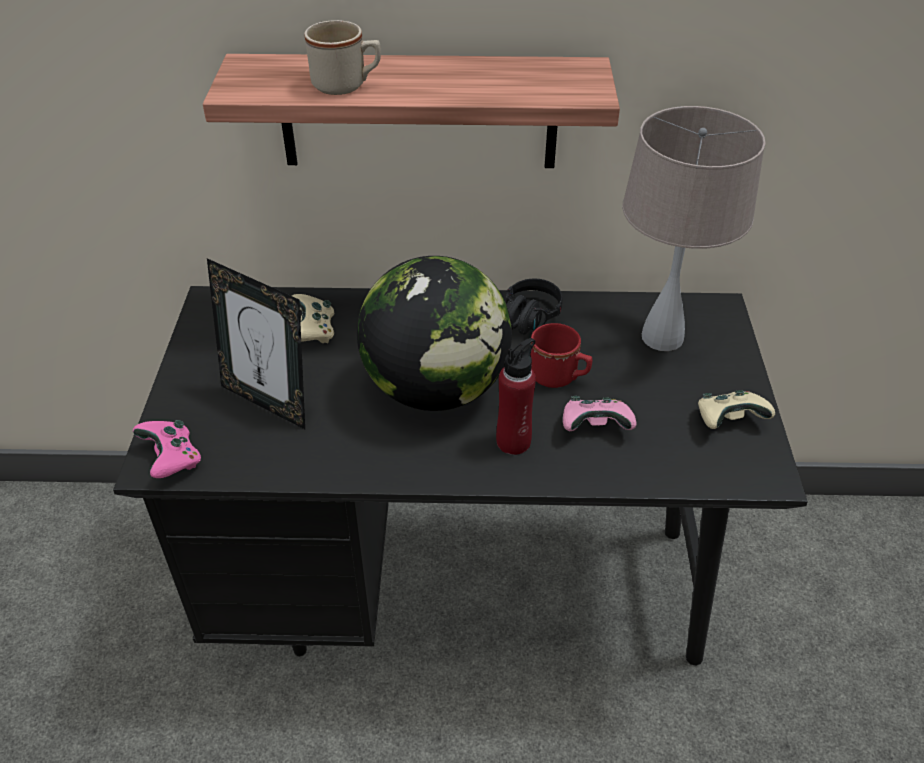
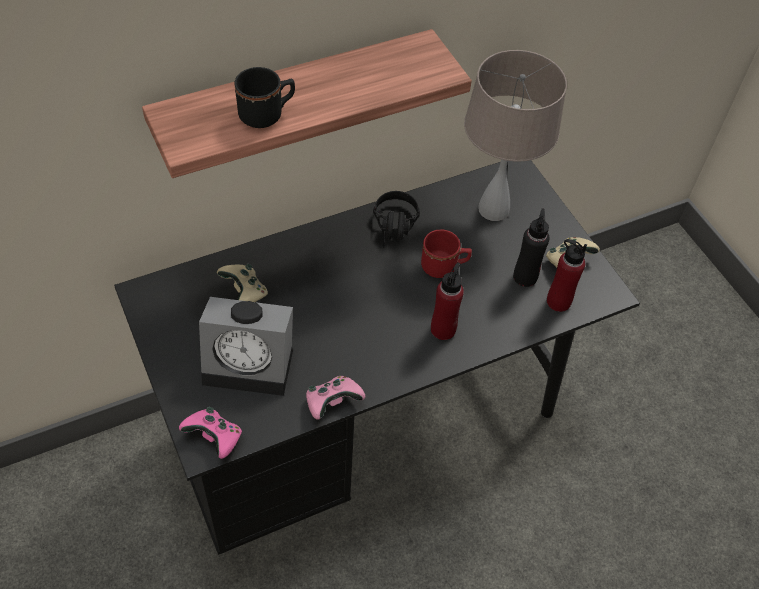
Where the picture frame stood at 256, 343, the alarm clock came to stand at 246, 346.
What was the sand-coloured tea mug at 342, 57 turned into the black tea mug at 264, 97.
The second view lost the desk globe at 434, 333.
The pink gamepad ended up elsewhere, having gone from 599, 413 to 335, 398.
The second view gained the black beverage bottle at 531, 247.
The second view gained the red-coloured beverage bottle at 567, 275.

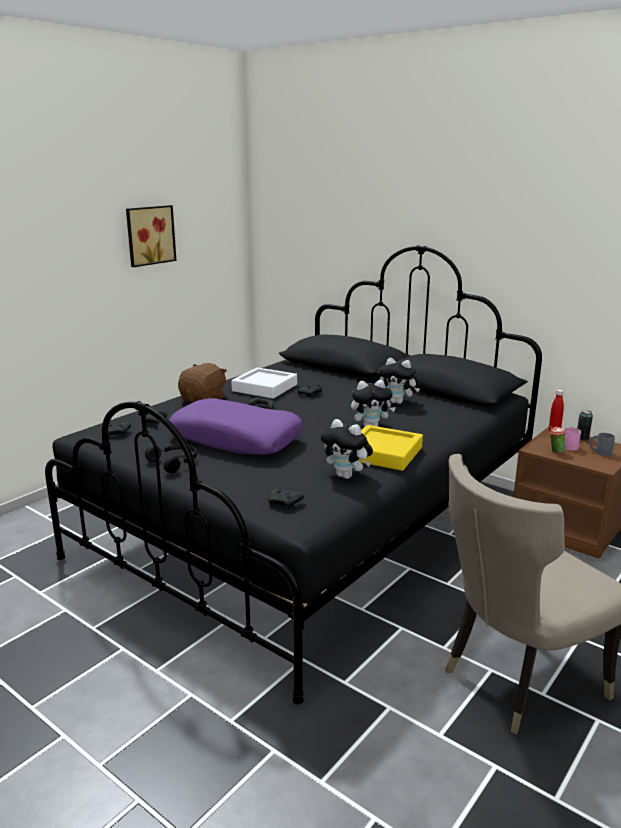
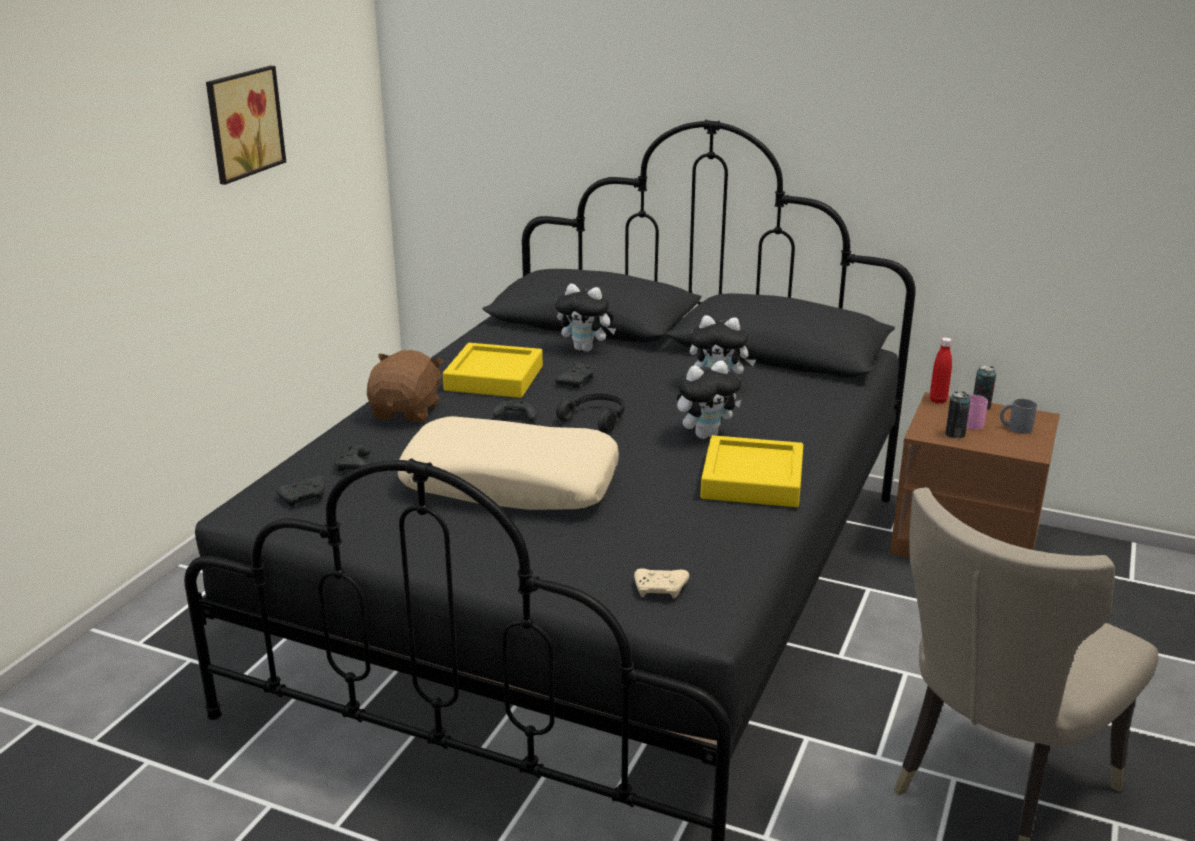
The black headphones ended up elsewhere, having gone from 171, 459 to 590, 413.
What was the purple throw pillow at 236, 426 turned into the sand-coloured throw pillow at 508, 463.
What was the white serving tray at 264, 383 turned into the yellow-coloured serving tray at 493, 370.
What was the black gamepad at 286, 498 turned into the sand-coloured gamepad at 661, 583.
The plush toy ended up elsewhere, having gone from 346, 449 to 585, 318.
Where the drinking cup stood at 557, 439, the can came to stand at 958, 414.

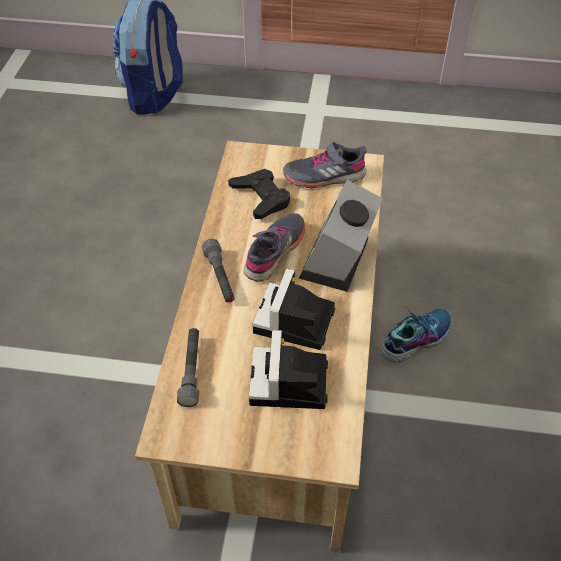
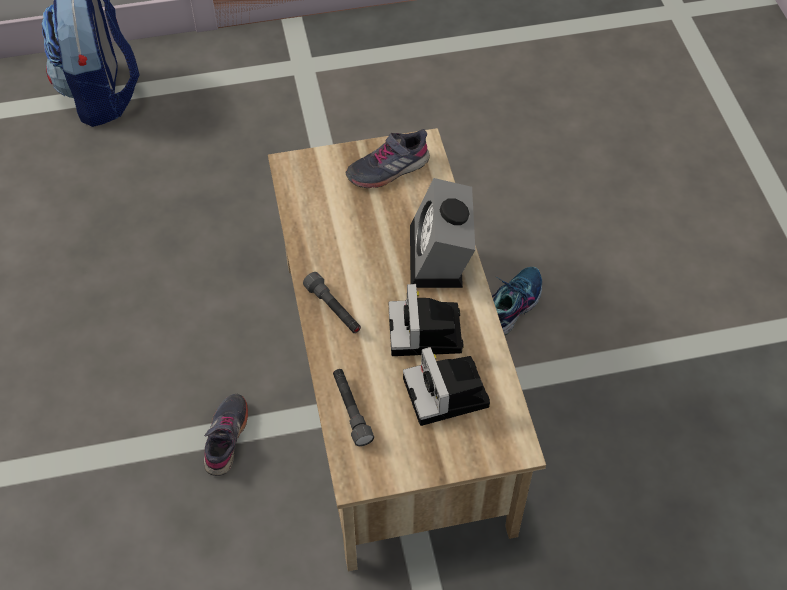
The second view lost the black gamepad at 259, 194.
The greyish low shoe ended up elsewhere, having gone from 274, 247 to 226, 435.

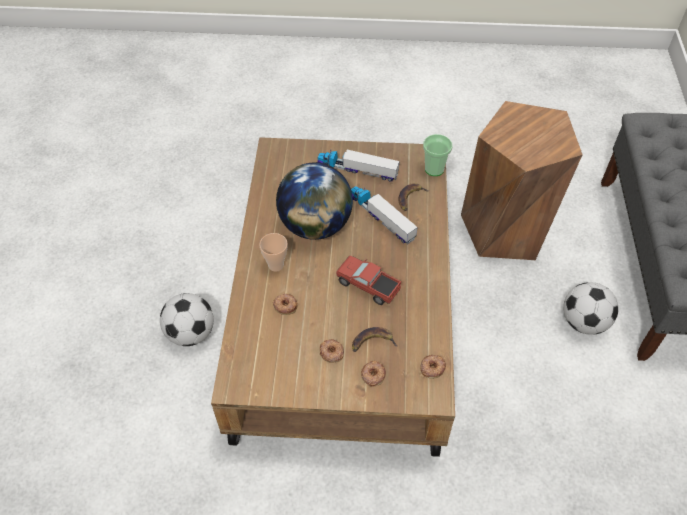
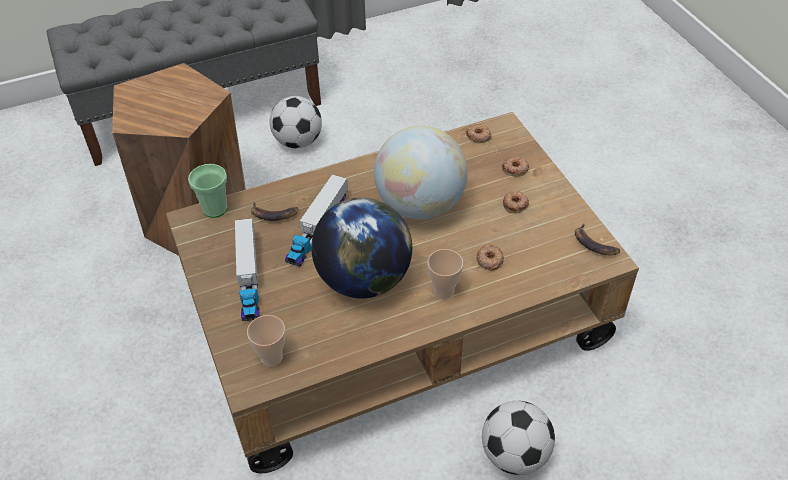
Where the toy lorry stood at 368, 280, the desk globe came to stand at 421, 173.
The banana fruit ended up elsewhere, having gone from 375, 339 to 597, 240.
The second view gained the drinking cup at 266, 341.

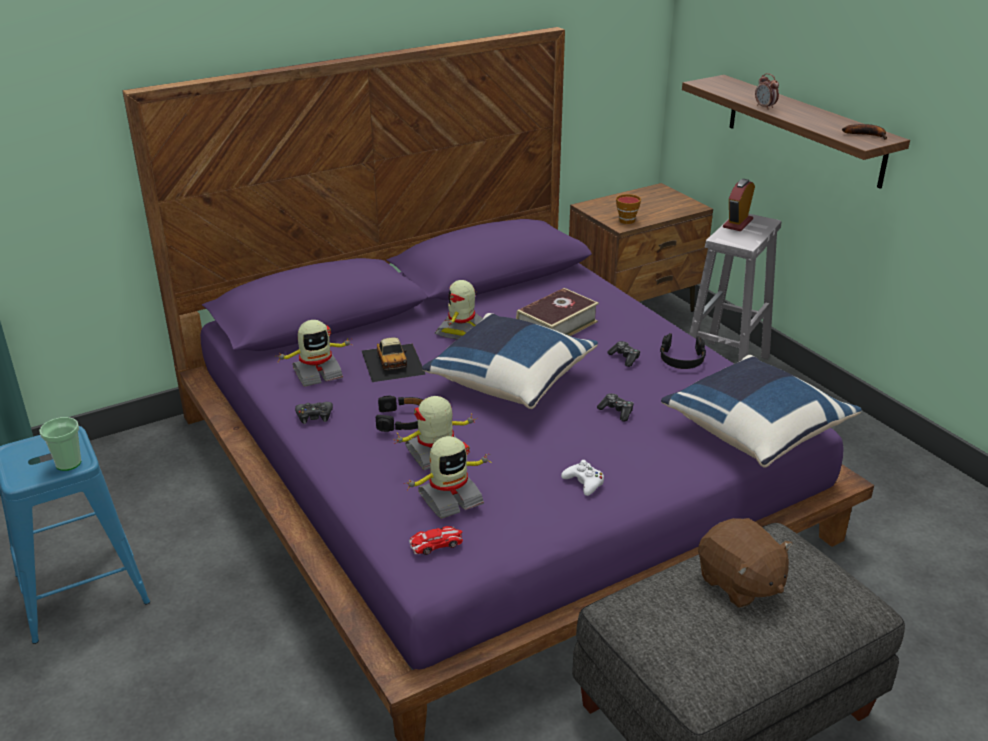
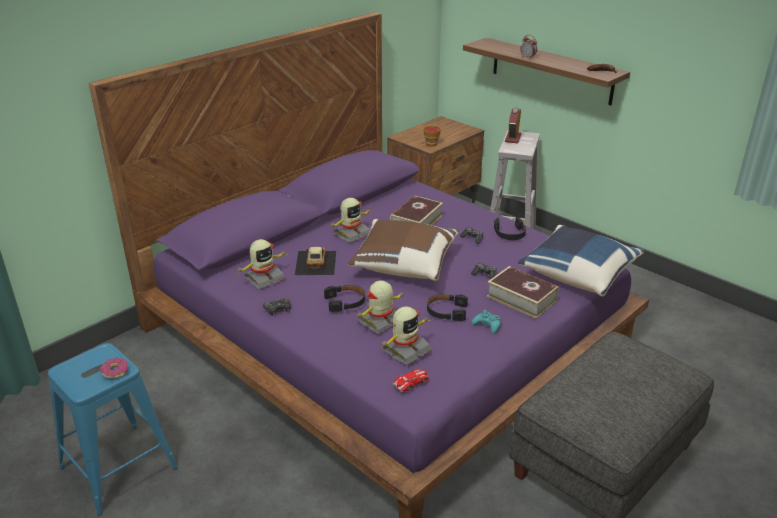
Where the drinking cup stood at 60, 444, the doughnut came to stand at 114, 368.
The miniature car at 394, 359 ended up facing another way, 150 degrees counterclockwise from before.
What was the bluish throw pillow at 510, 361 turned into the brown-coloured throw pillow at 403, 250.
The robot figure at 459, 309 ended up facing another way, 135 degrees counterclockwise from before.
What was the white gamepad at 582, 478 turned into the turquoise-coloured gamepad at 486, 322.
The second view lost the brown-coloured plush toy at 745, 563.
The second view gained the black headphones at 447, 307.
The second view gained the book at 523, 292.

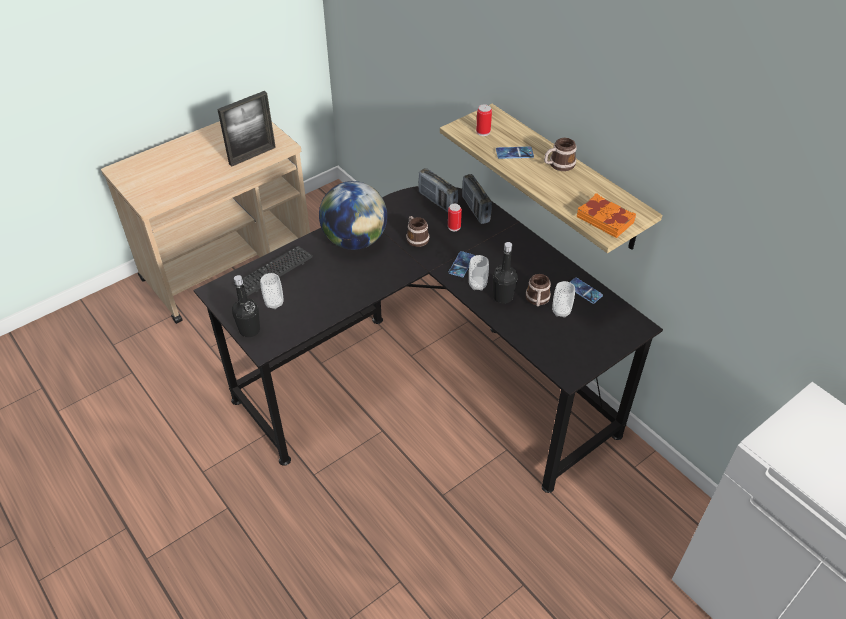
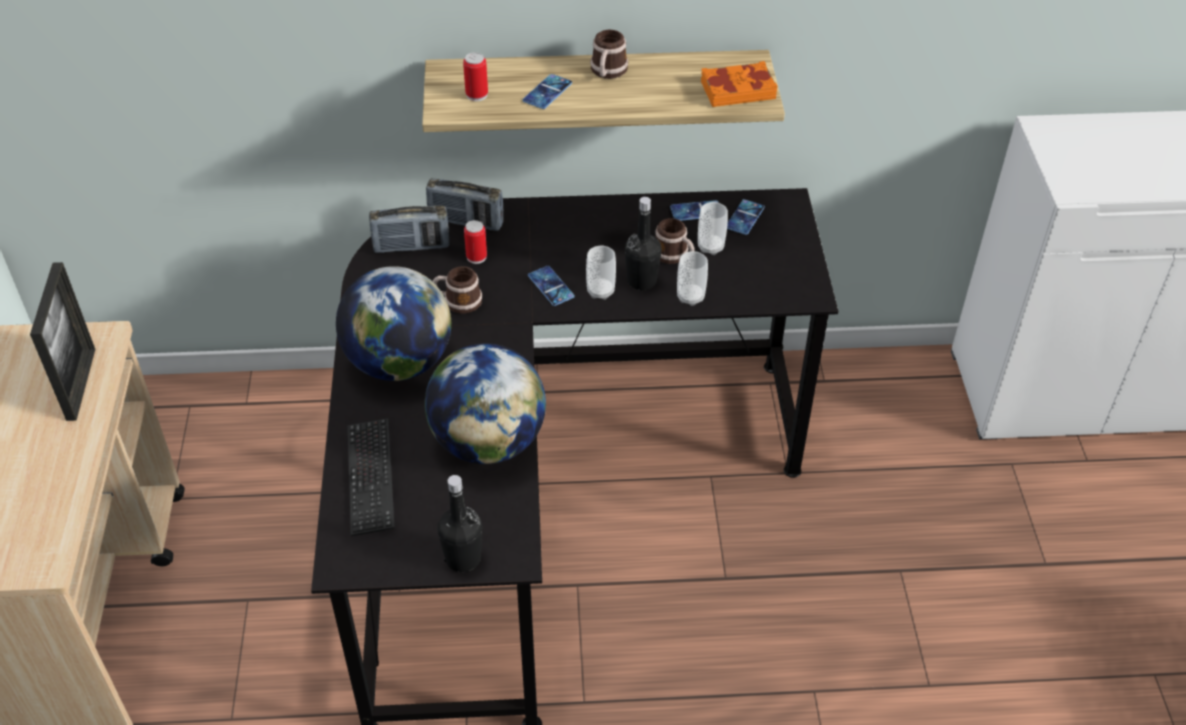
The drinking cup ended up elsewhere, having gone from 271, 291 to 692, 278.
The second view gained the desk globe at 485, 403.
The second view gained the phone at 746, 217.

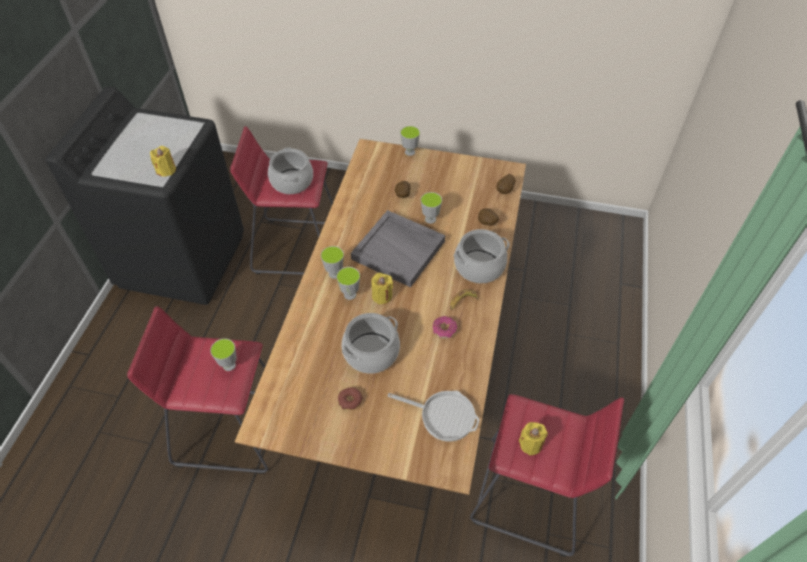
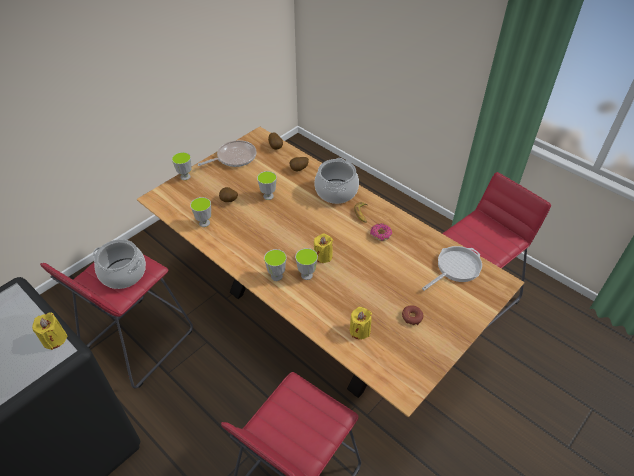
The drinking cup ended up elsewhere, having gone from 223, 355 to 200, 212.
The second view lost the cooking pot at 371, 343.
The second view lost the greyish serving tray at 398, 248.
The yellow-coloured wax light ended up elsewhere, having gone from 533, 439 to 361, 323.
The second view gained the frying pan at 227, 153.

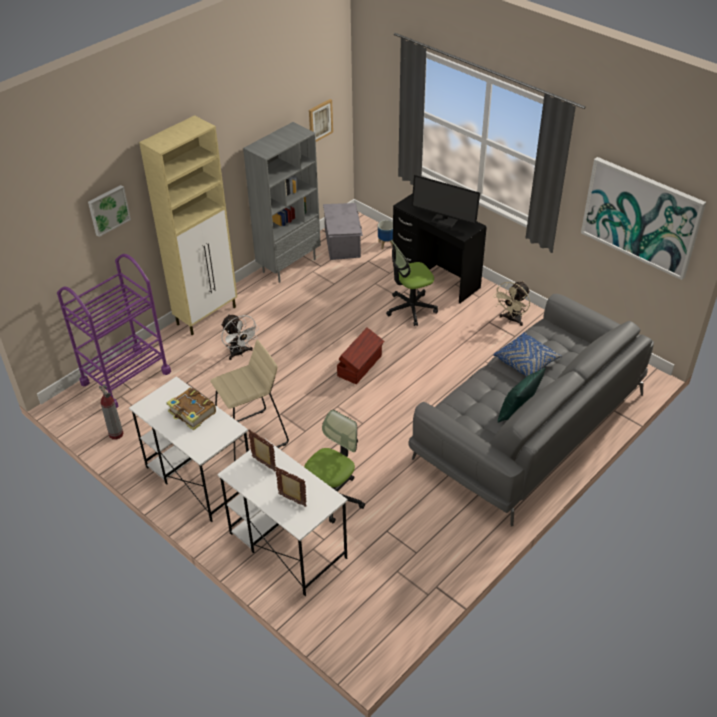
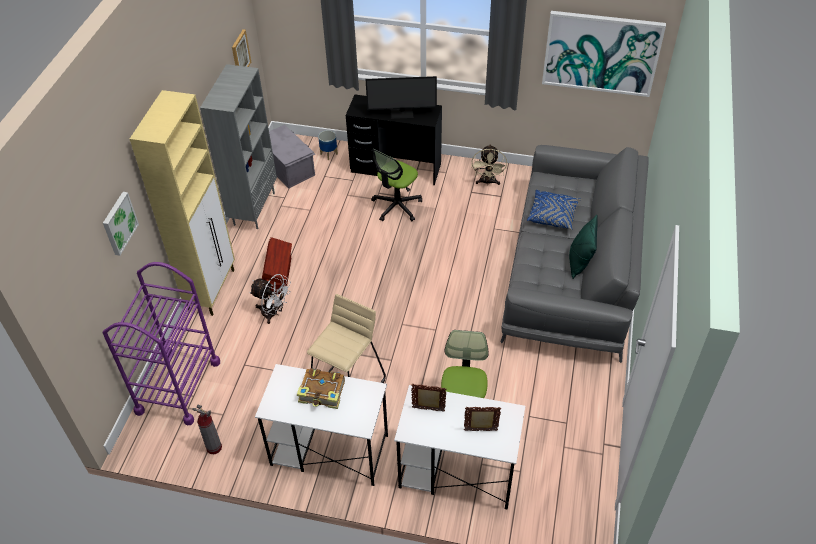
The brown-coloured storage box ended up elsewhere, having gone from 360, 356 to 277, 265.

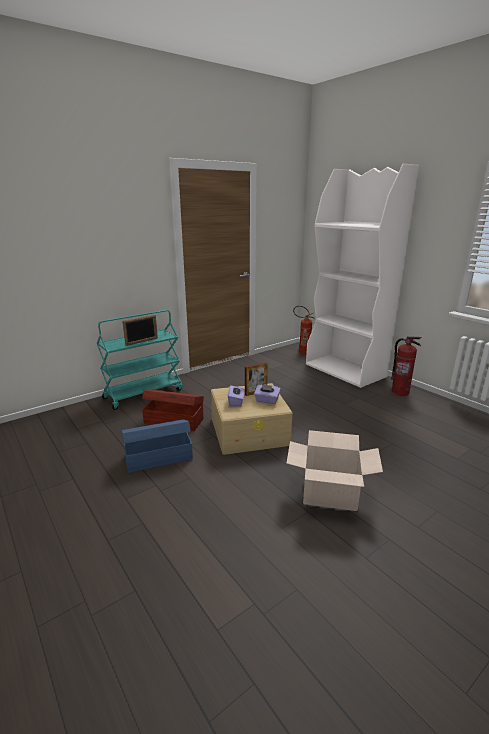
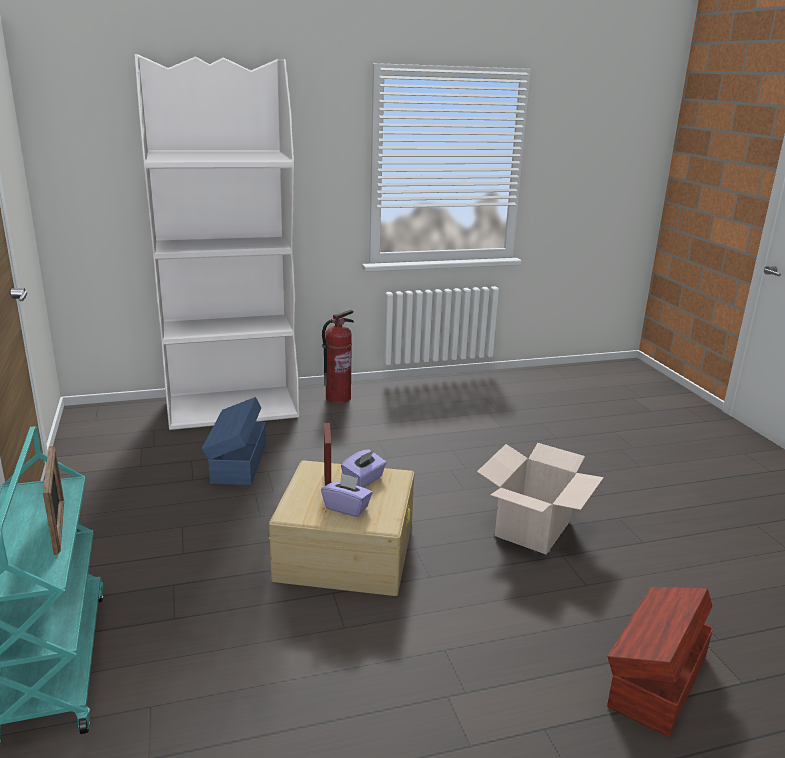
The bluish storage box ended up elsewhere, having gone from 157, 446 to 234, 441.
The brown-coloured storage box ended up elsewhere, having gone from 173, 410 to 660, 662.
The second view lost the fire extinguisher at 304, 330.

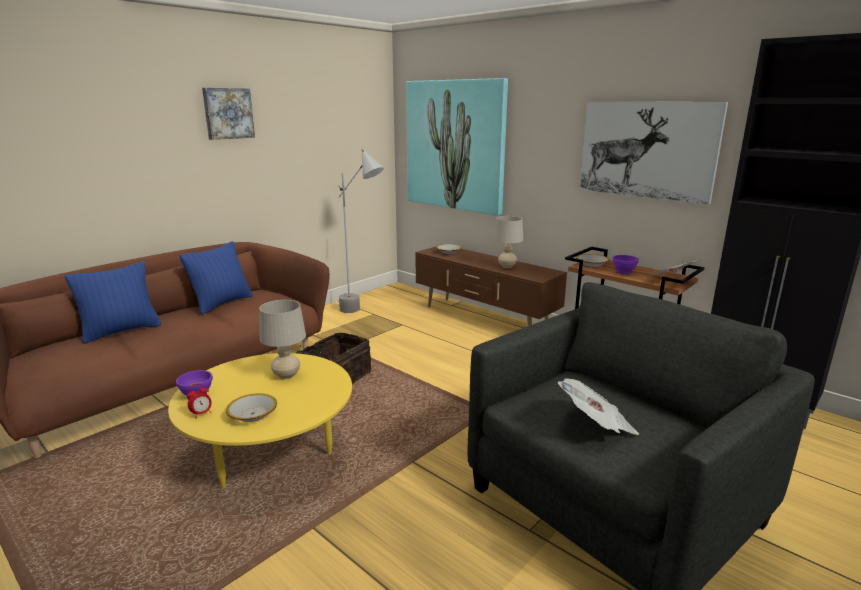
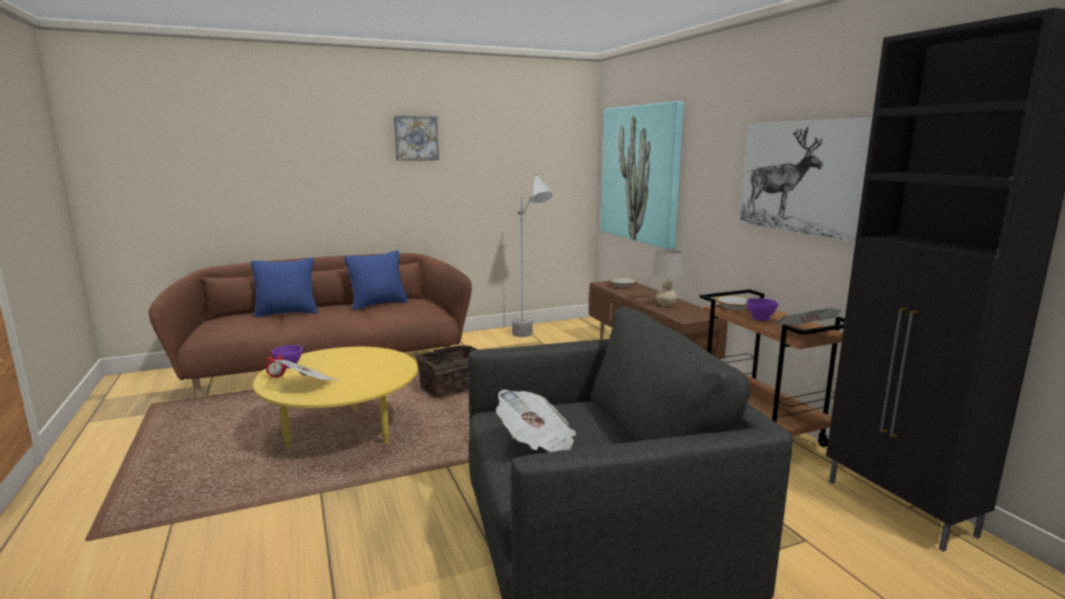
Where the bowl stood at 251, 407, the newspaper came to stand at 307, 370.
The second view lost the sand-coloured tabletop lamp at 282, 339.

